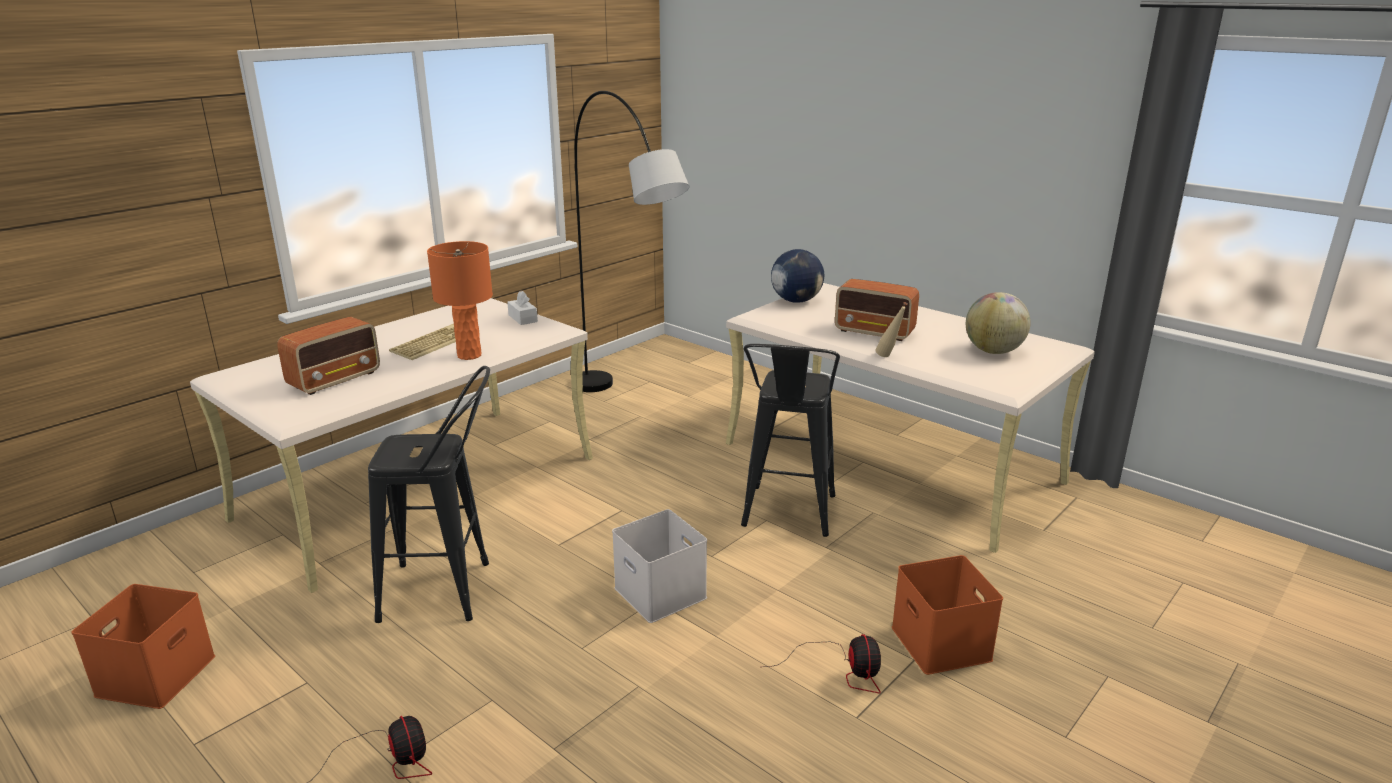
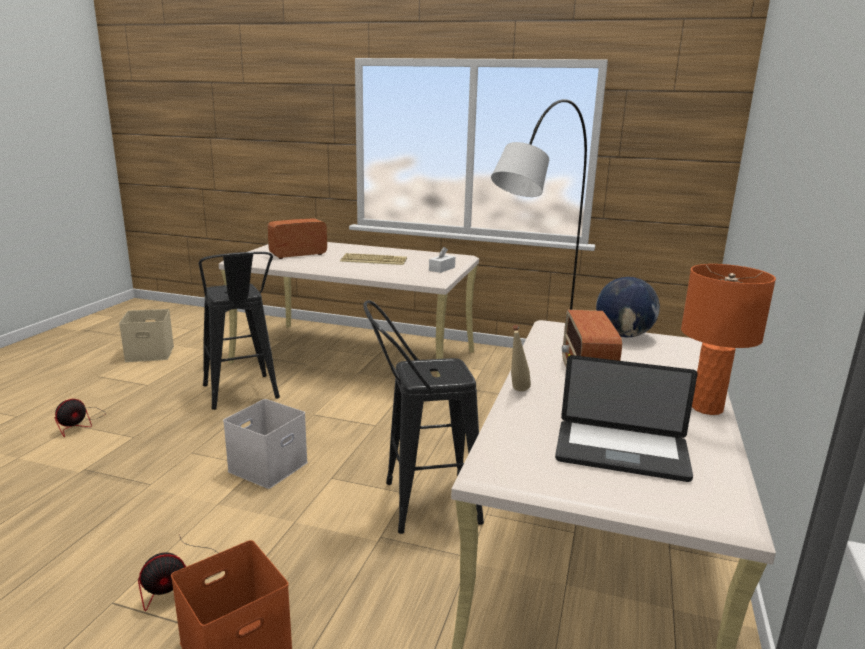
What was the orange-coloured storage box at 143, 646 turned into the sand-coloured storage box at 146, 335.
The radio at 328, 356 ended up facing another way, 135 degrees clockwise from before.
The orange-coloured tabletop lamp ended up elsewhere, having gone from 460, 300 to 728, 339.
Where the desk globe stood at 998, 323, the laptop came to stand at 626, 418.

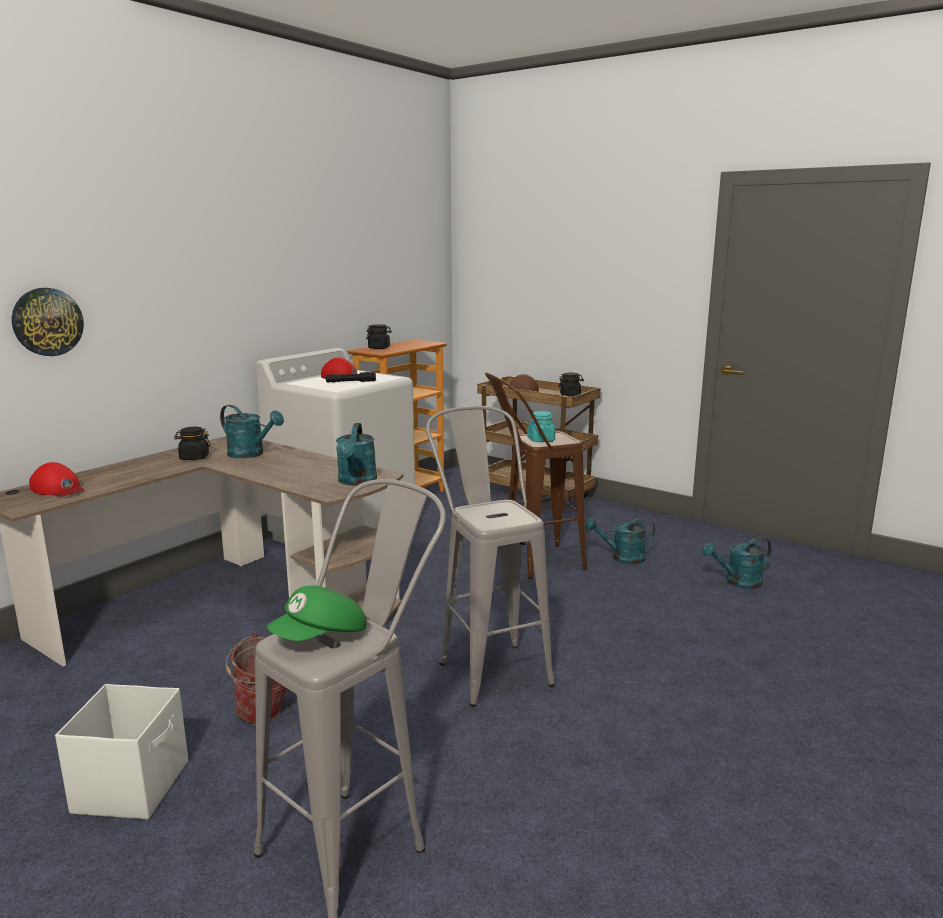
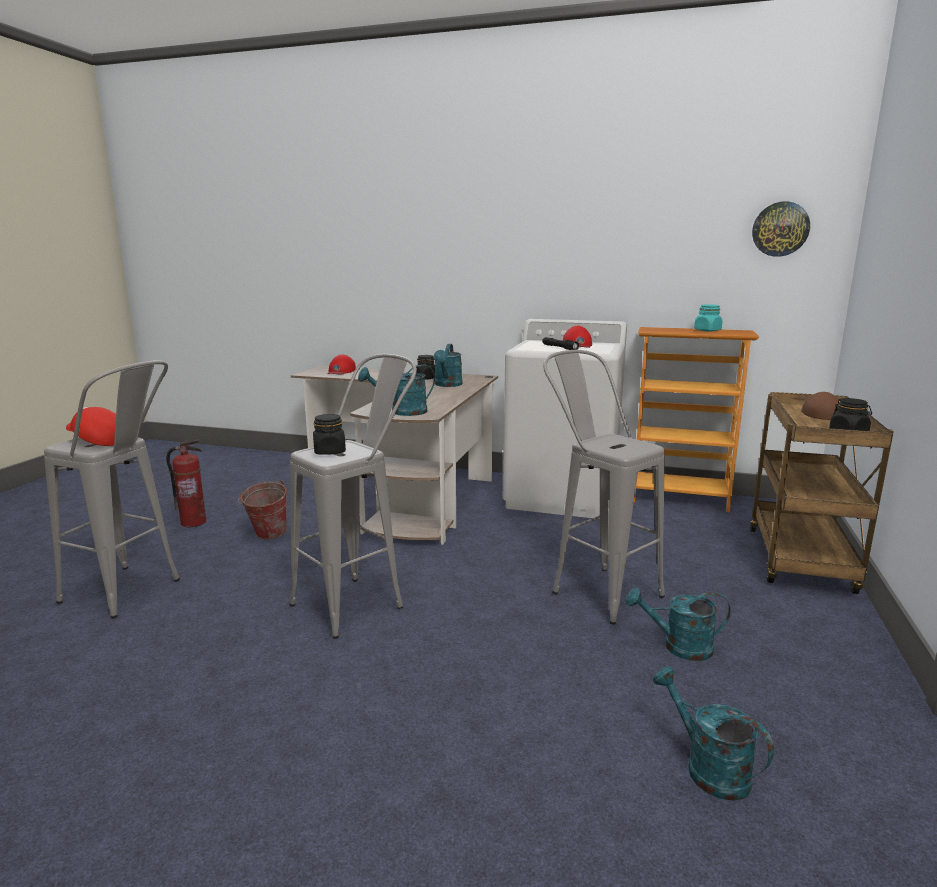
The hanging clock ended up elsewhere, having gone from 48, 322 to 781, 229.
Where the white storage box stood at 121, 751, the fire extinguisher came to stand at 186, 483.
What was the green baseball cap at 317, 613 turned into the red-coloured baseball cap at 91, 426.
The black jar ended up elsewhere, having gone from 379, 336 to 329, 434.
What was the brown-coloured sitting stool at 536, 475 turned into the greyish sitting stool at 604, 487.
The turquoise-coloured jar ended up elsewhere, having gone from 541, 426 to 708, 318.
The turquoise-coloured sprinkling can at 620, 540 ended up facing another way, 60 degrees counterclockwise from before.

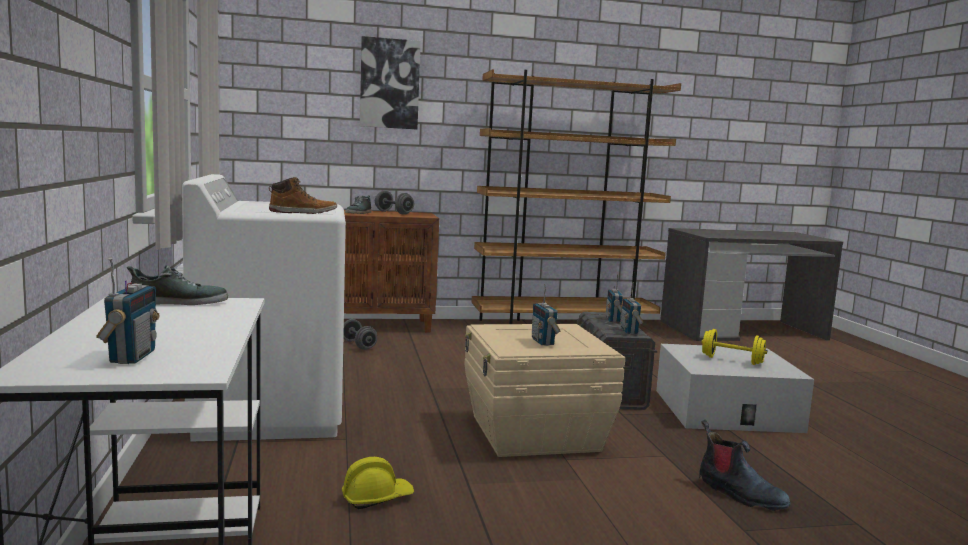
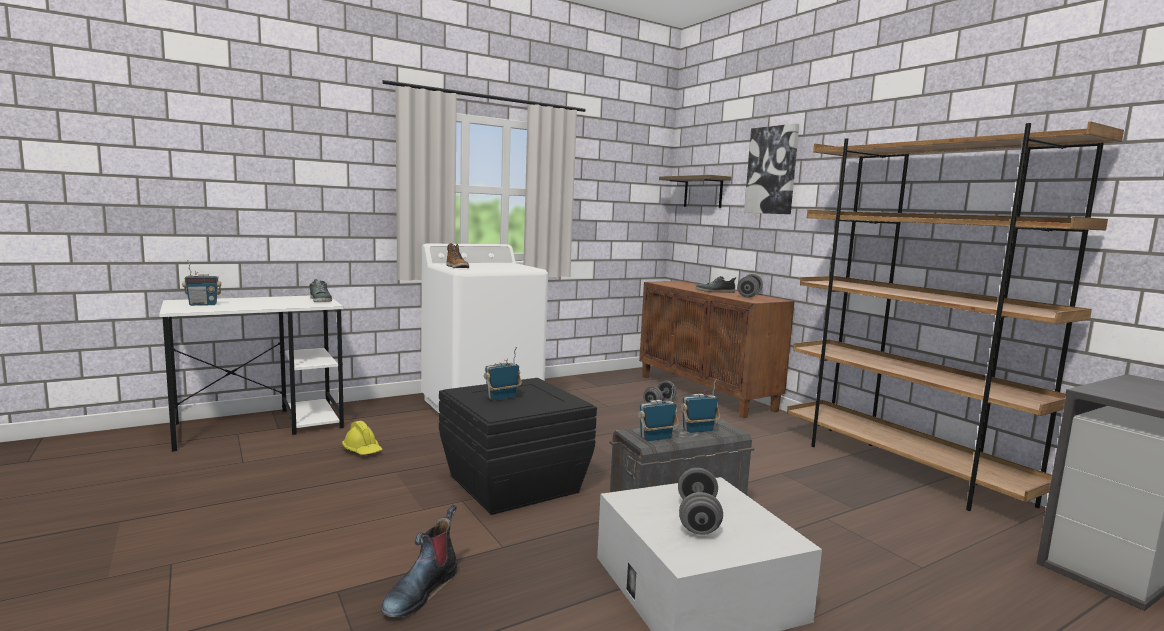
What was the sand-coloured storage box at 545, 390 turned into the black storage box at 518, 446.
What was the yellow-coloured hand weight at 734, 347 turned into the greyish hand weight at 700, 501.
The second view gained the wall shelf at 695, 191.

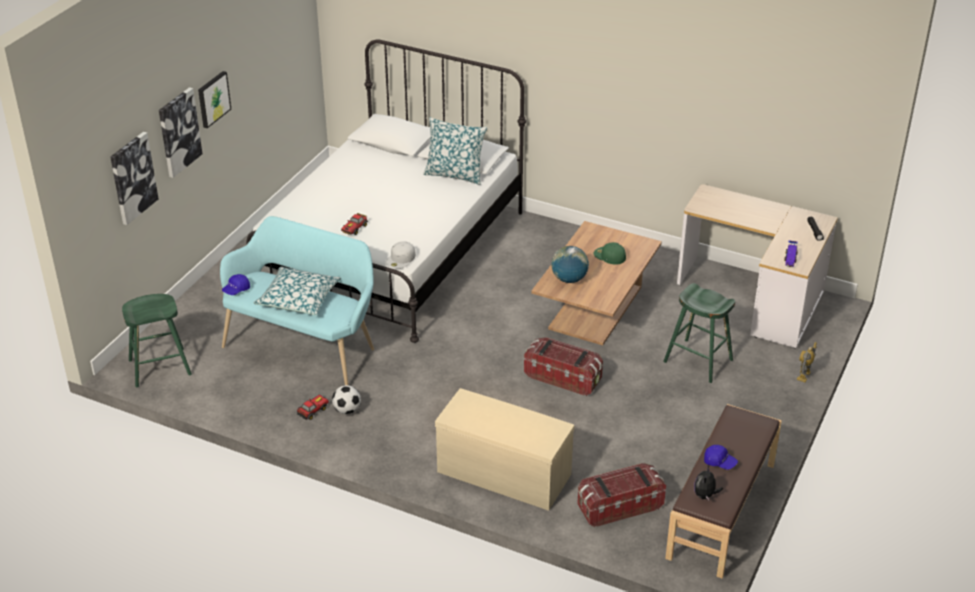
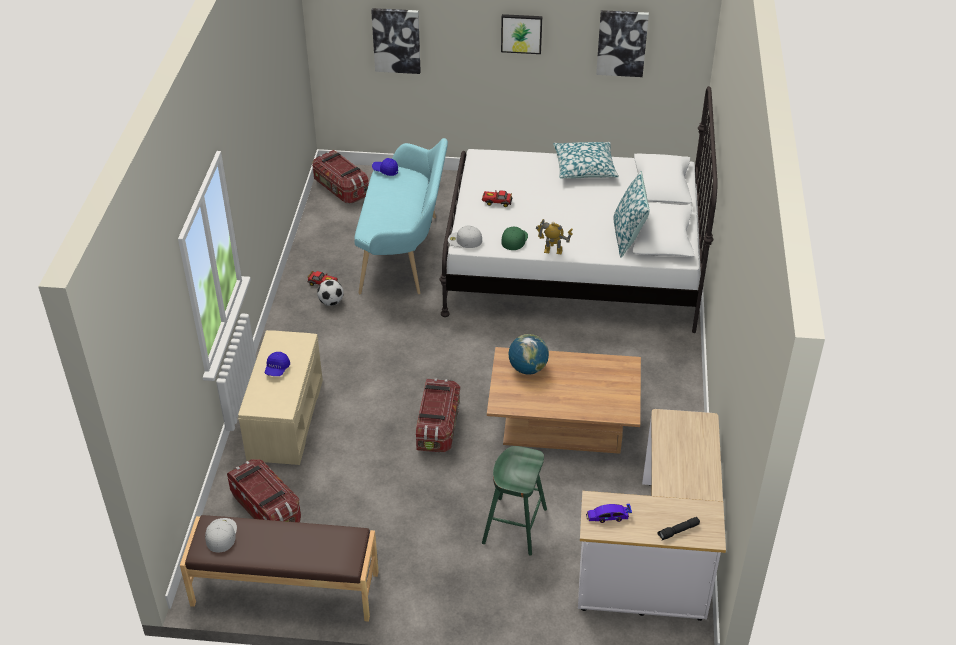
Where the green sitting stool stood at 157, 340, the storage box came to stand at 340, 177.
The wall picture ended up elsewhere, having gone from 180, 132 to 622, 43.
The throw pillow ended up elsewhere, having gone from 297, 291 to 586, 160.
The green baseball cap ended up elsewhere, having gone from 610, 253 to 514, 238.
Where the plush toy stood at 708, 483, the white baseball cap came to stand at 221, 535.
The bluish baseball cap ended up elsewhere, having gone from 721, 457 to 277, 364.
The robot figure ended up elsewhere, having gone from 807, 362 to 554, 236.

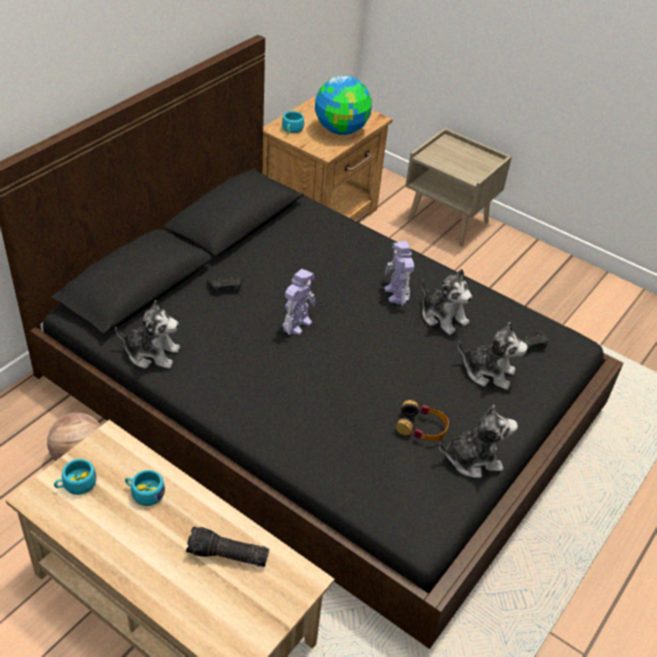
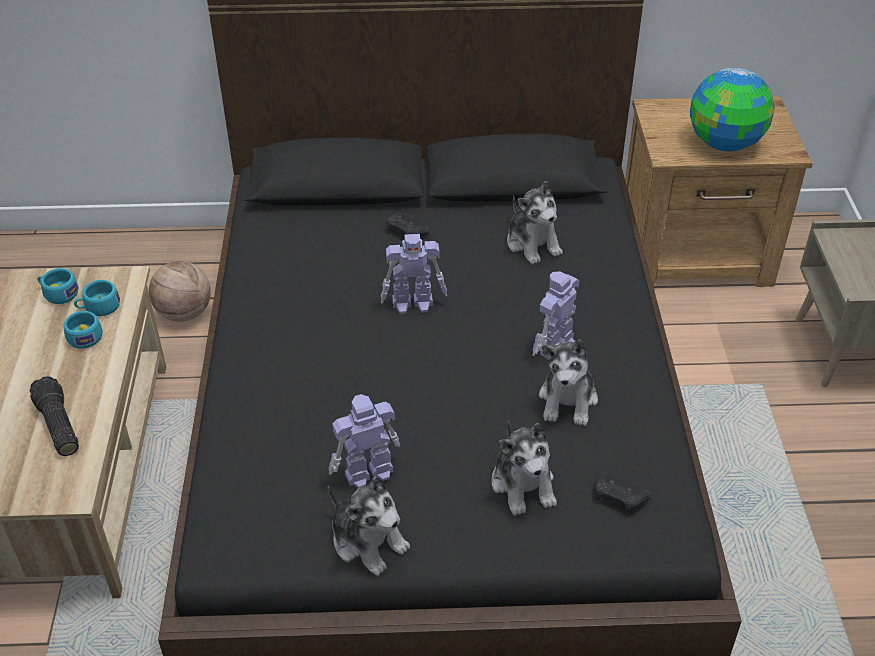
The plush toy ended up elsewhere, having gone from 147, 334 to 535, 223.
The turquoise-coloured drinking cup ended up elsewhere, having gone from 293, 122 to 97, 298.
Where the headphones stood at 422, 420, the robot figure came to stand at 364, 441.

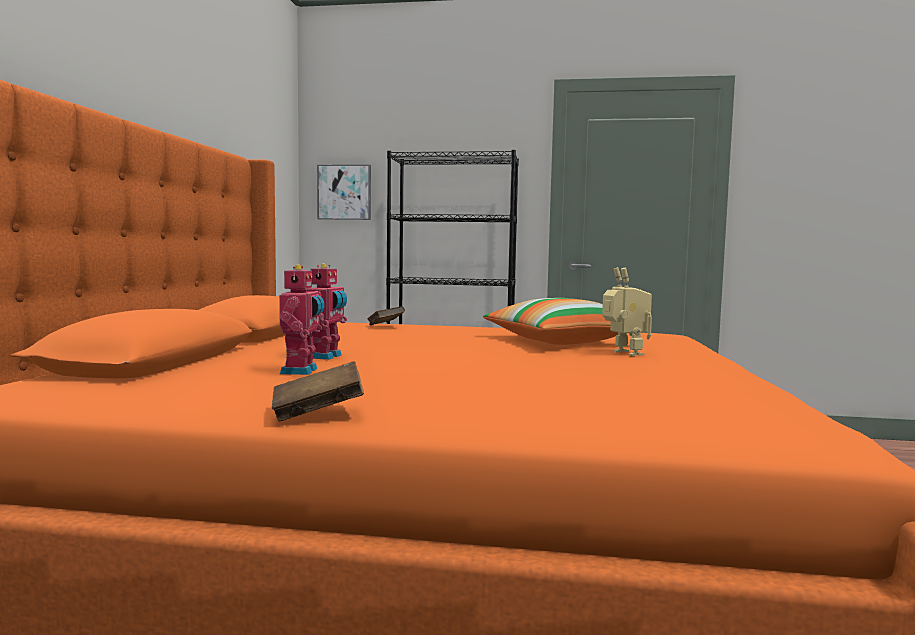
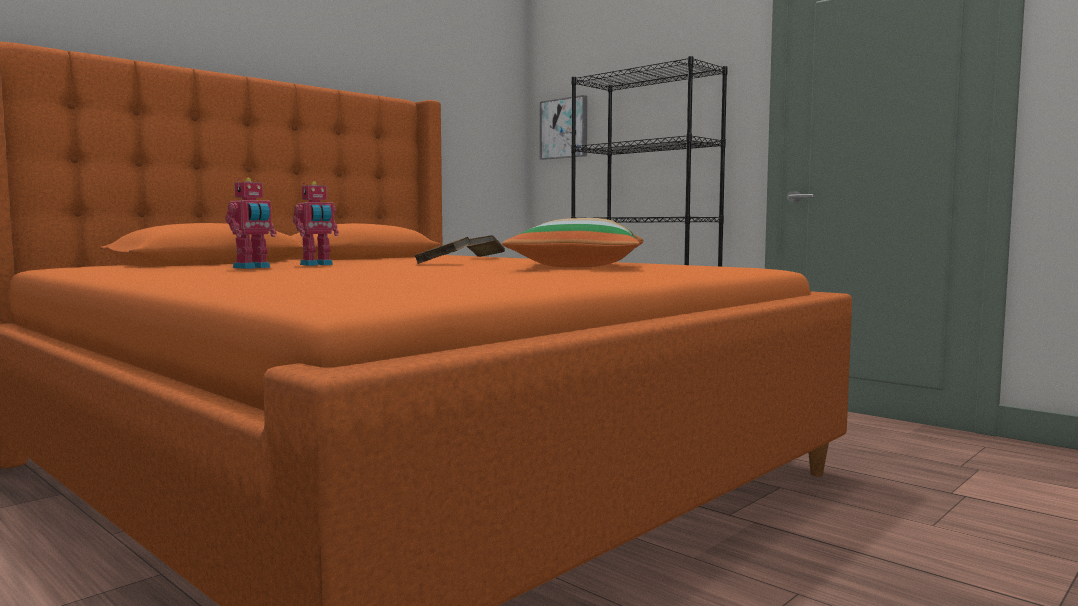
The brown-coloured book ended up elsewhere, having gone from 318, 391 to 442, 250.
The second view lost the robot figure at 627, 311.

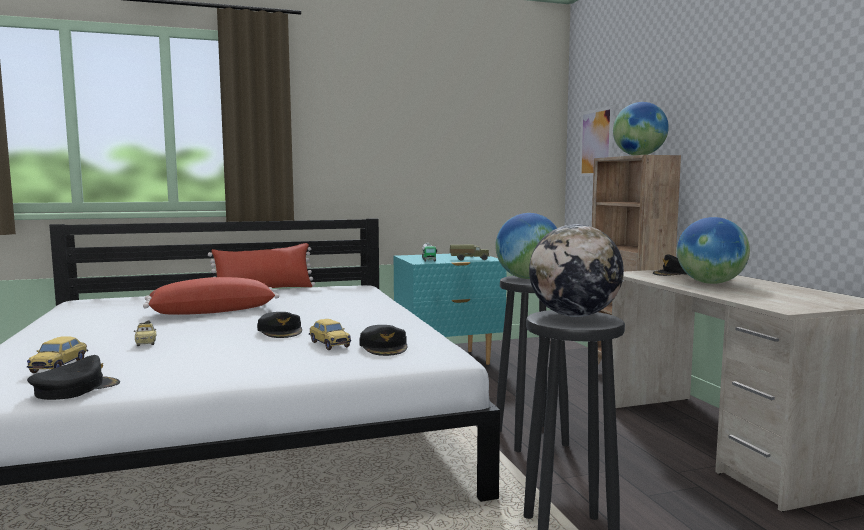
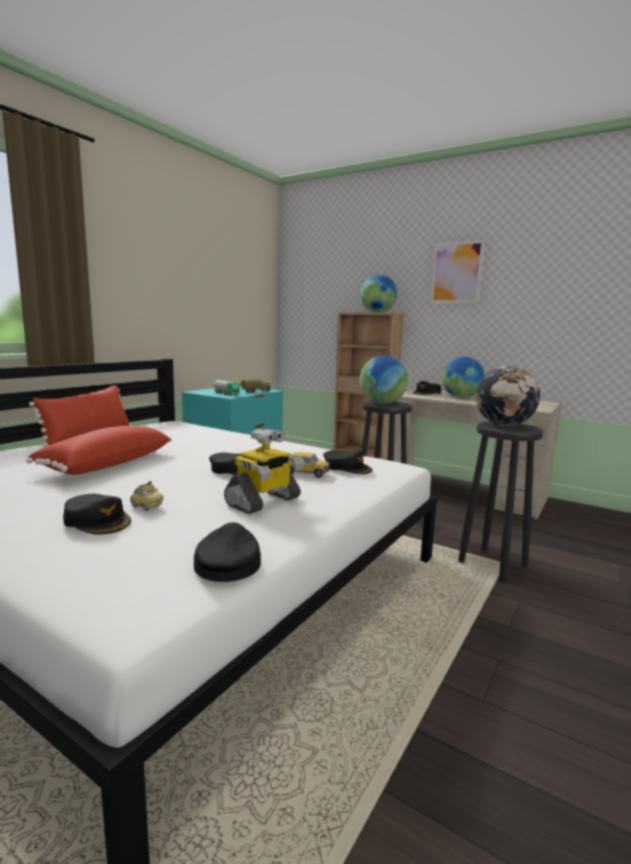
The second view lost the miniature car at 57, 354.
The wall picture ended up elsewhere, having gone from 596, 141 to 457, 271.
The second view gained the black baseball cap at 97, 514.
The second view gained the robot figure at 264, 471.

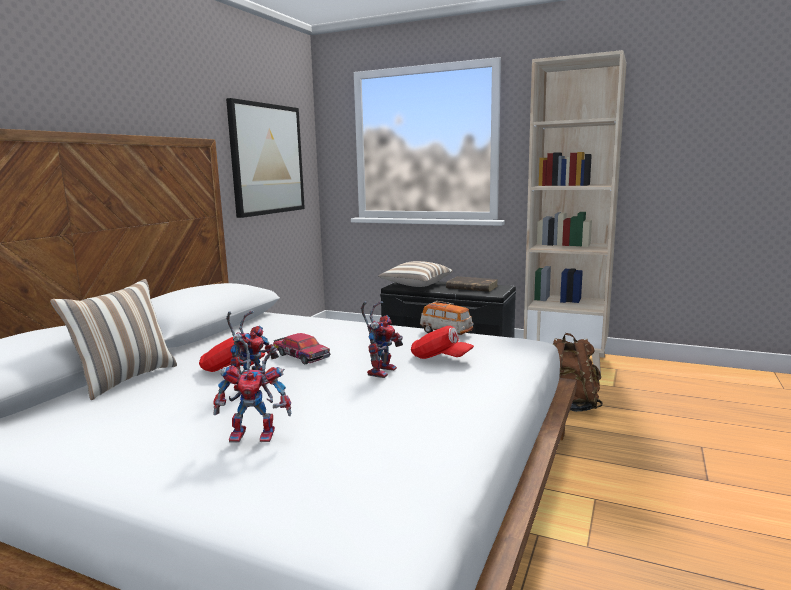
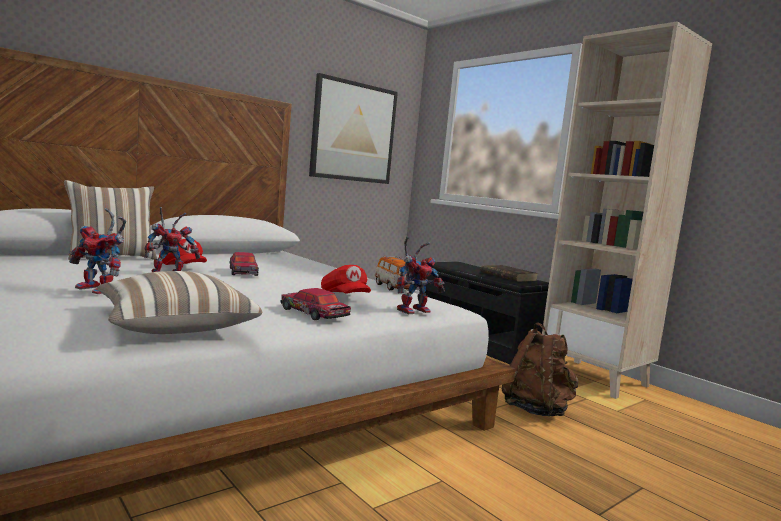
The robot figure ended up elsewhere, having gone from 382, 339 to 421, 275.
The throw pillow ended up elsewhere, having gone from 415, 274 to 180, 302.
The second view gained the miniature car at 315, 304.

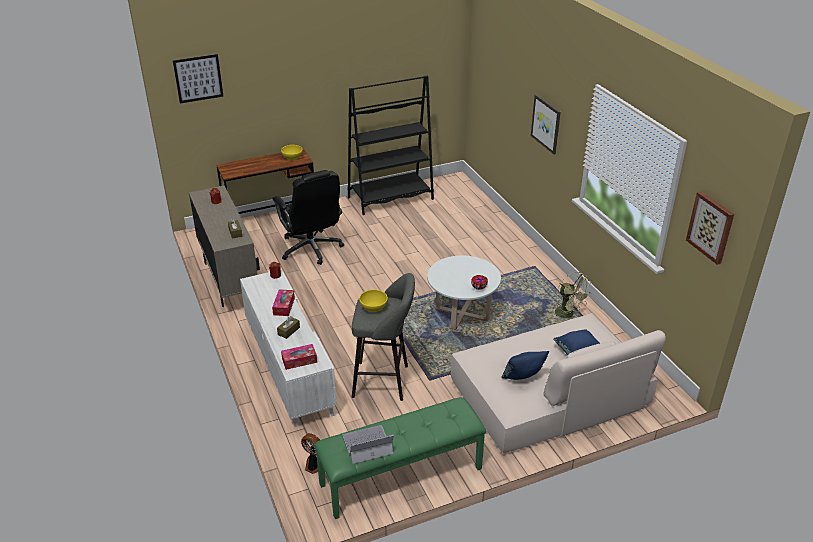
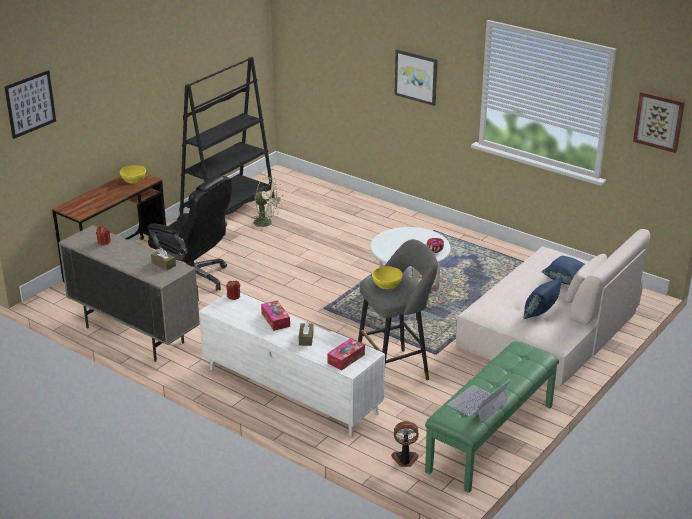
The green cooling fan ended up elsewhere, having gone from 573, 297 to 267, 204.

